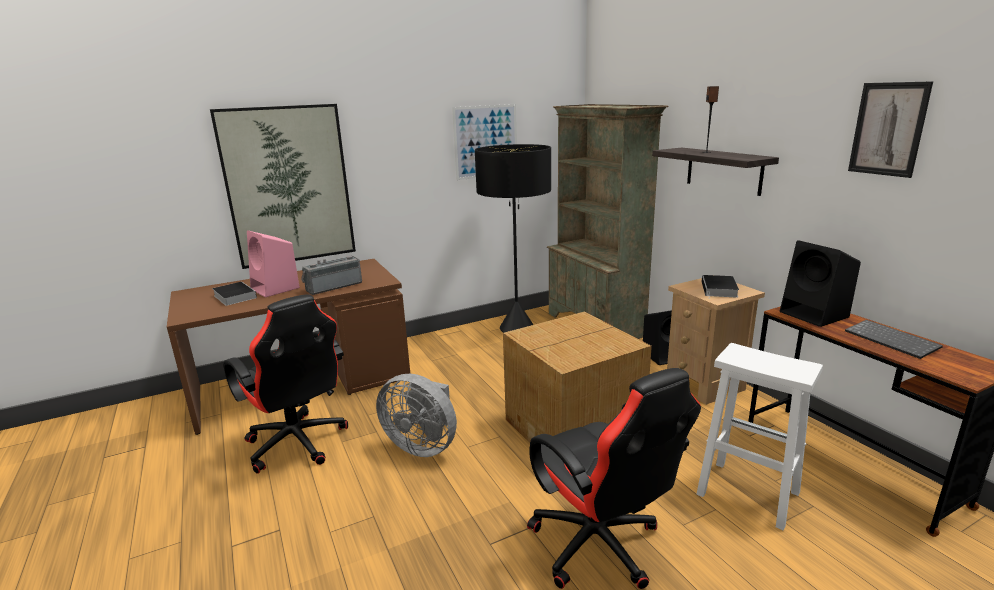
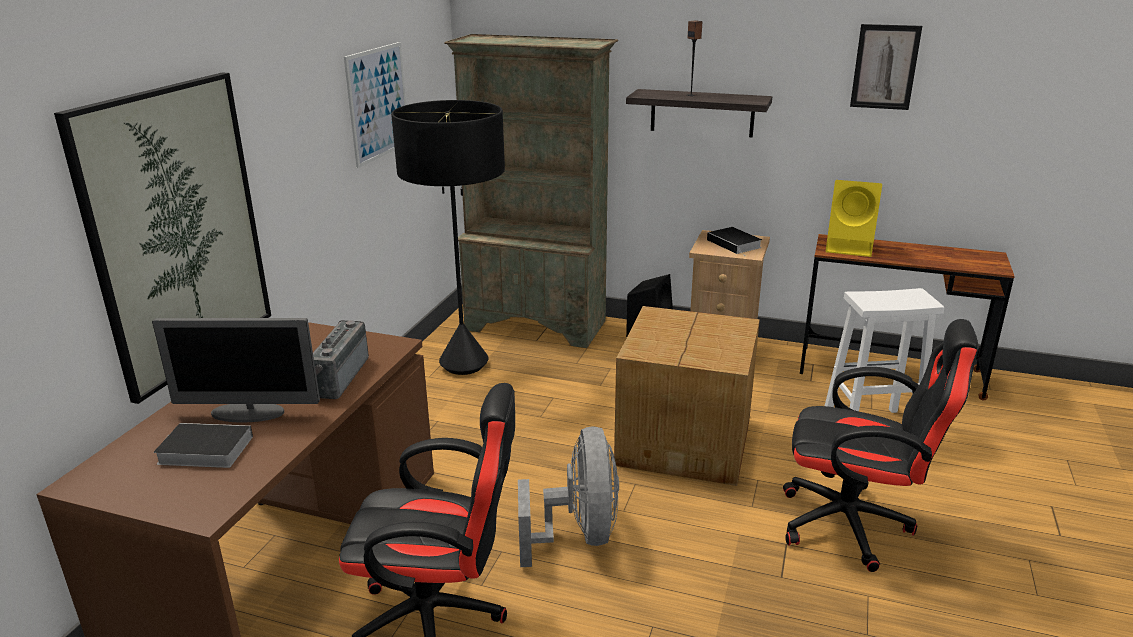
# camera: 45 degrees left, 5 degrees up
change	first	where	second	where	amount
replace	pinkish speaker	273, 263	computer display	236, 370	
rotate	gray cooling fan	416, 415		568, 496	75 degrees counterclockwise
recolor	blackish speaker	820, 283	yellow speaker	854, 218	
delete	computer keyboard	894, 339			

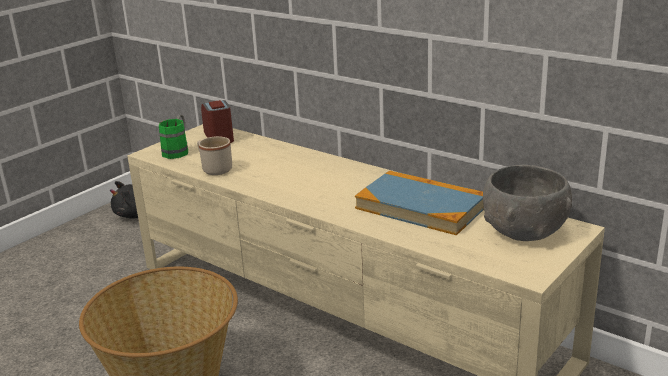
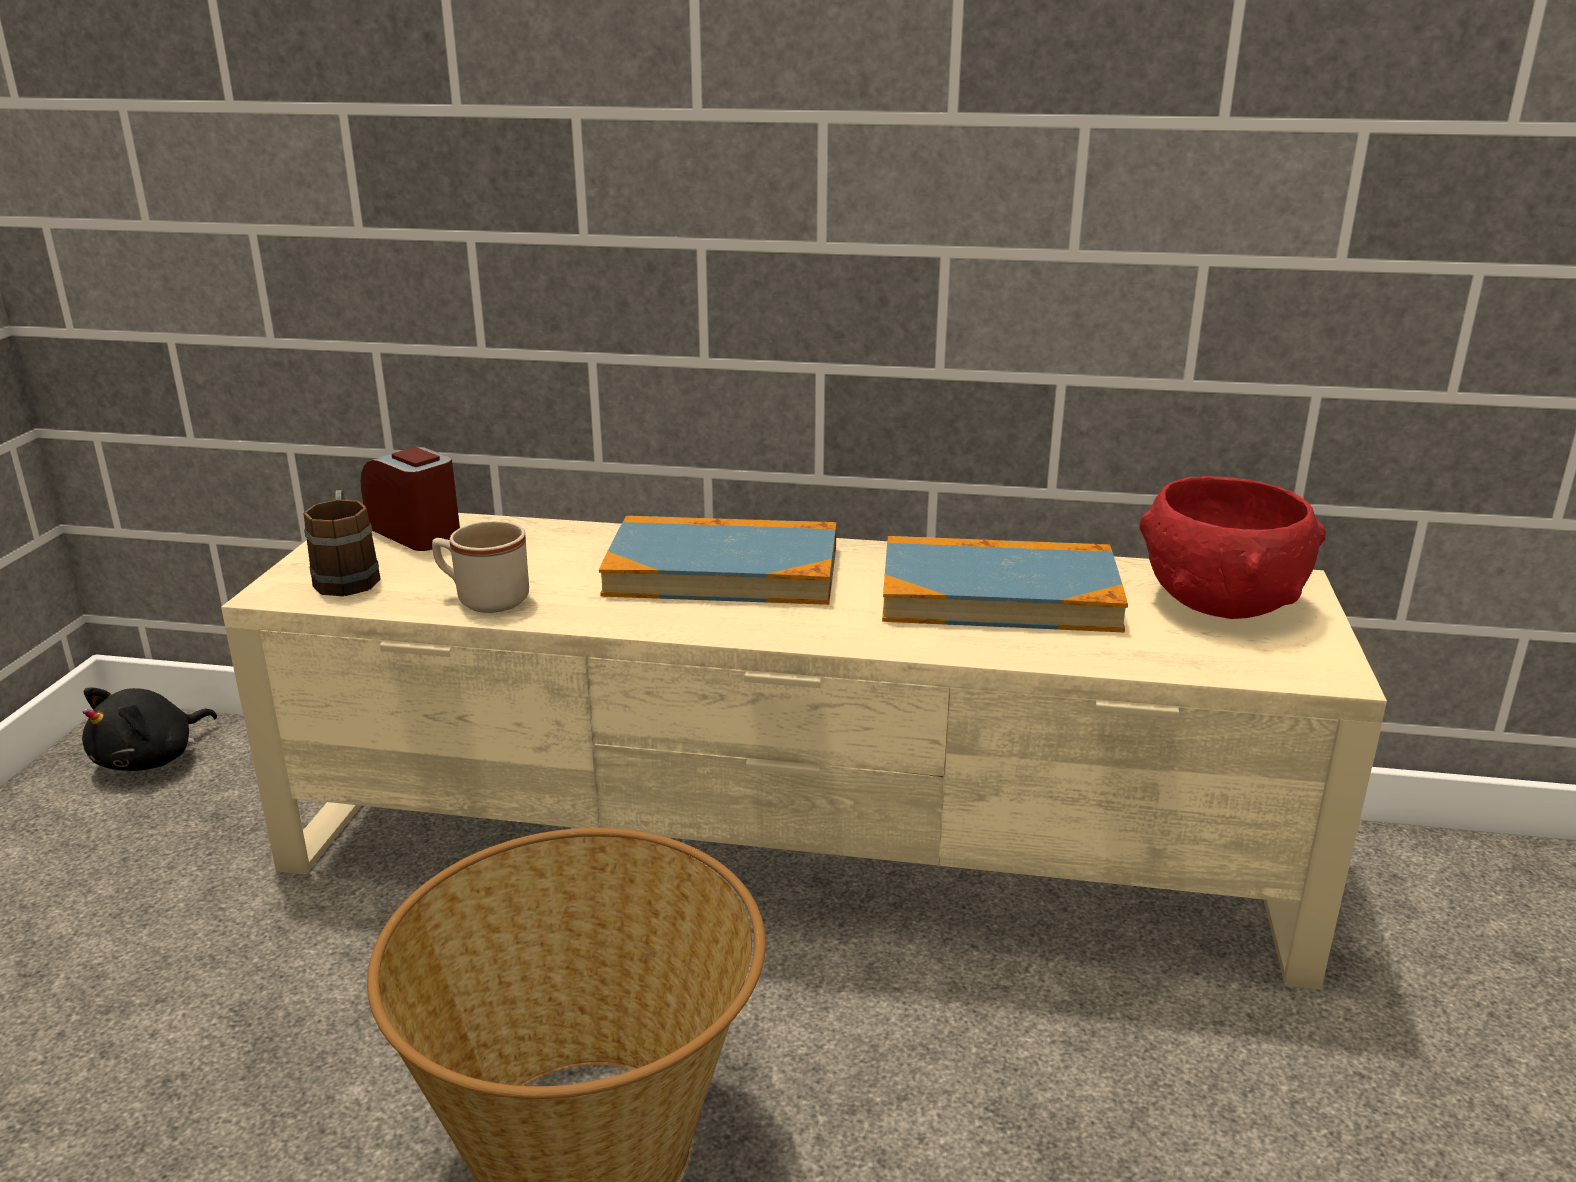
# camera: 30 degrees left, 0 degrees up
change	first	where	second	where	amount
recolor	green tea mug	173, 137	brown-coloured tea mug	342, 543	
recolor	gray deep dish	527, 203	reddish deep dish	1232, 547	
insert			volume	718, 560	

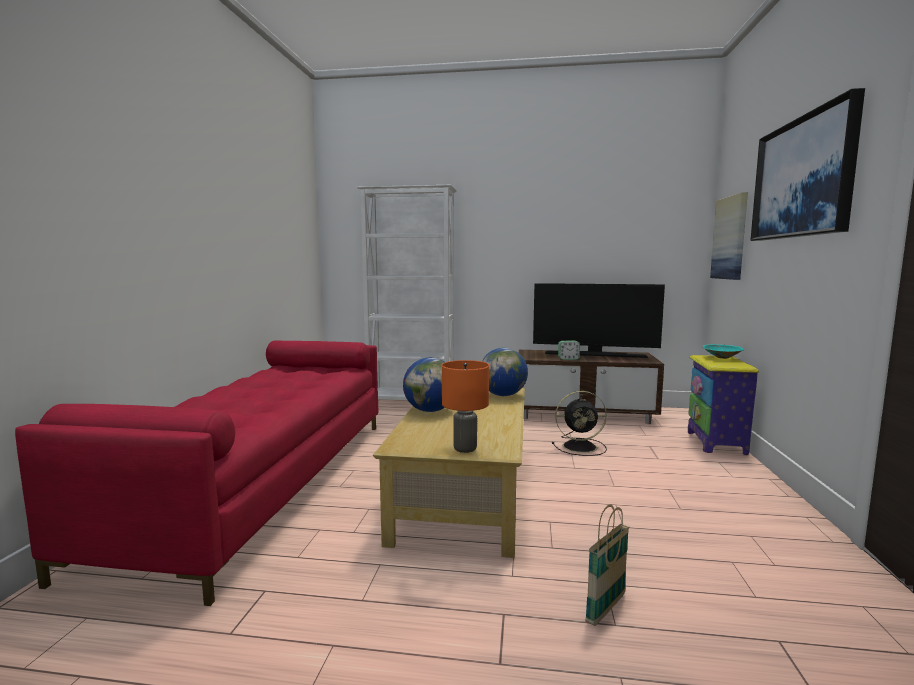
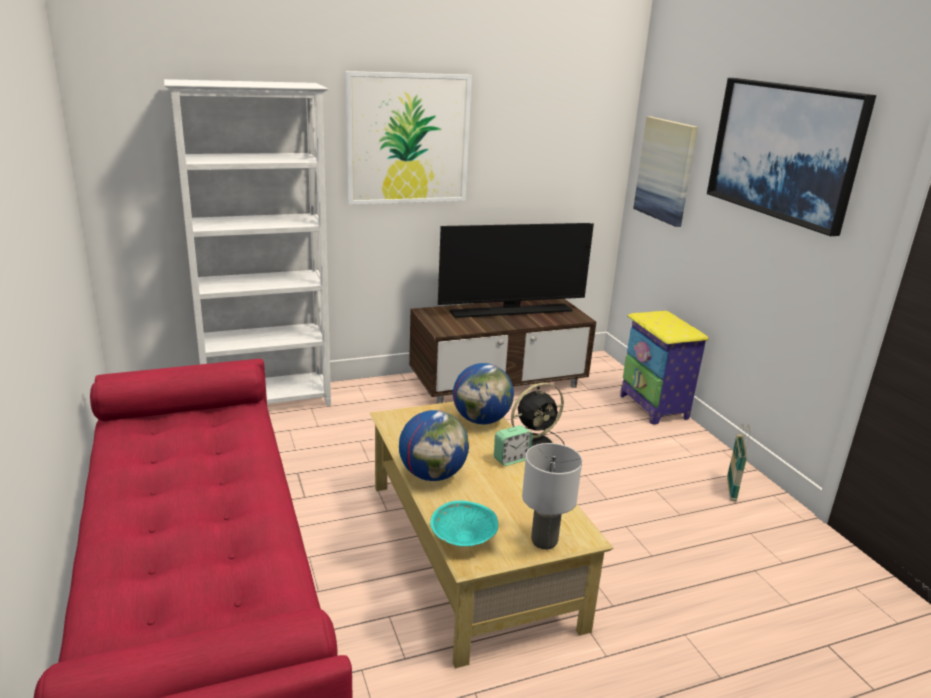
# camera: 30 degrees left, 15 degrees up
change	first	where	second	where	amount
recolor	orangey tabletop lamp	465, 406	whitish tabletop lamp	552, 496	
move	alarm clock	569, 350		513, 445	
move	household basket	607, 565		738, 462	
move	turquoise-coloured deep dish	723, 351		464, 523	
insert			wall art	408, 138	

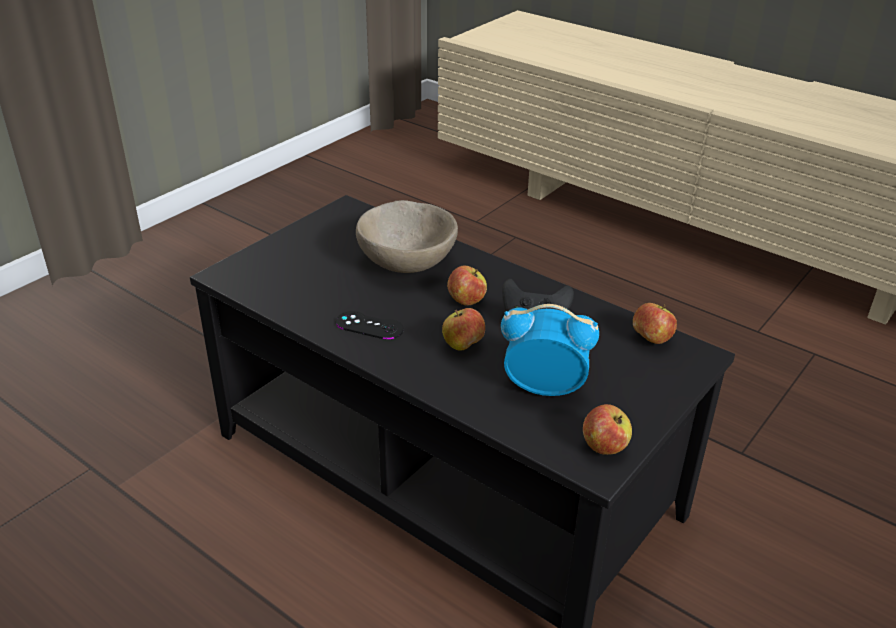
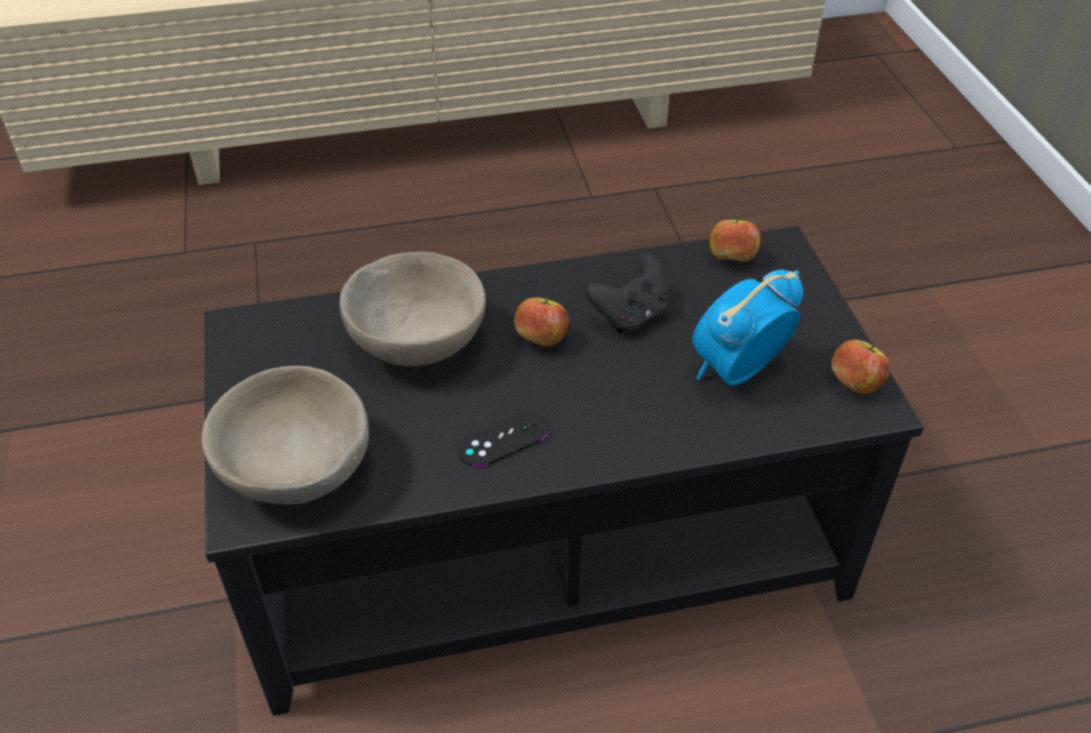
# camera: 50 degrees left, 10 degrees up
change	first	where	second	where	amount
delete	apple fruit	463, 329			
insert			sand-coloured deep dish	285, 435	

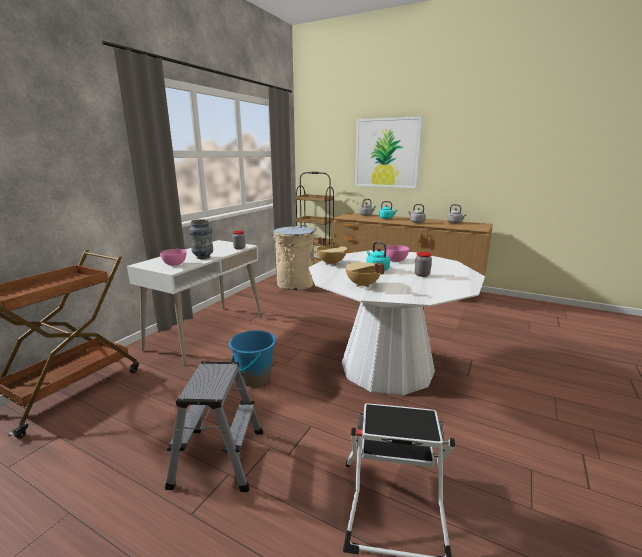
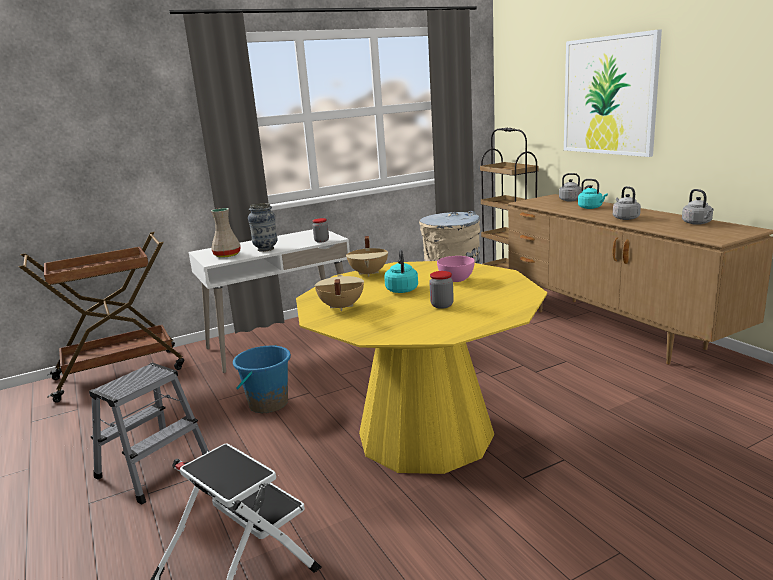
# camera: 35 degrees right, 0 degrees up
change	first	where	second	where	amount
replace	pinkish deep dish	173, 257	sand-coloured decorative vase	226, 233	
recolor	whitish dining table	397, 322	yellow dining table	421, 367	

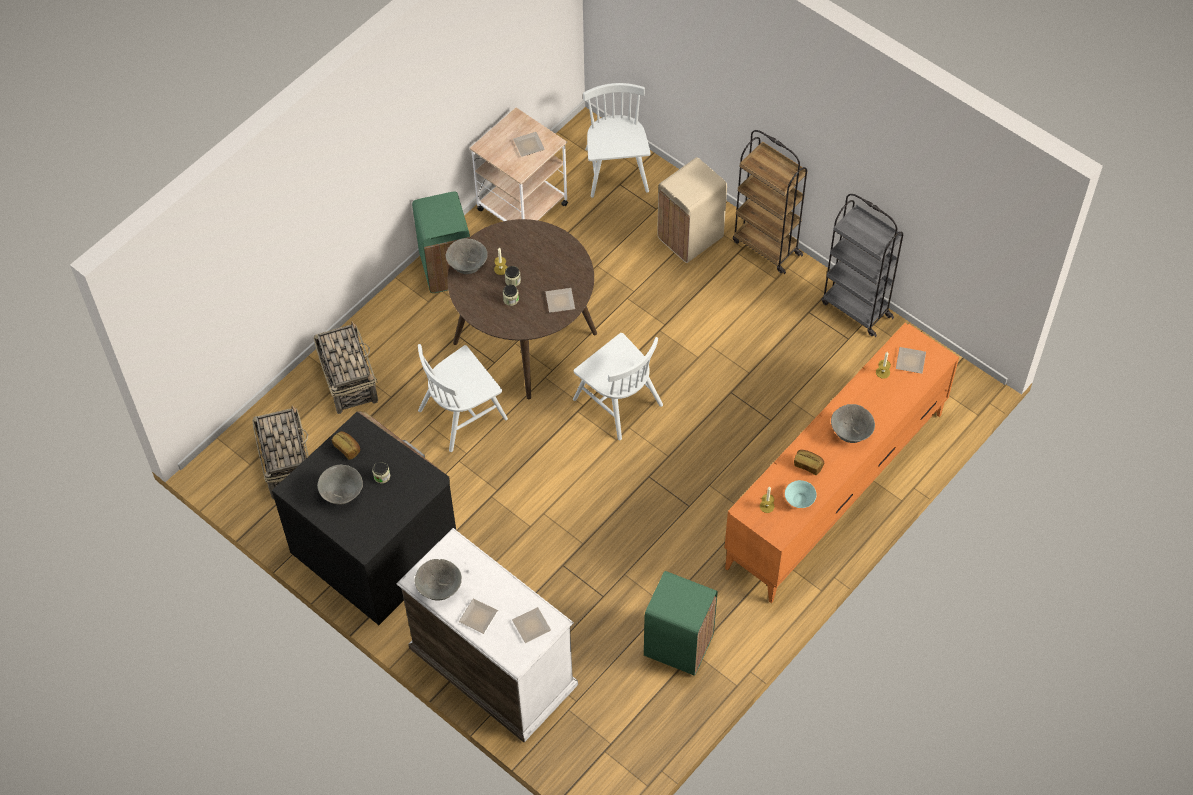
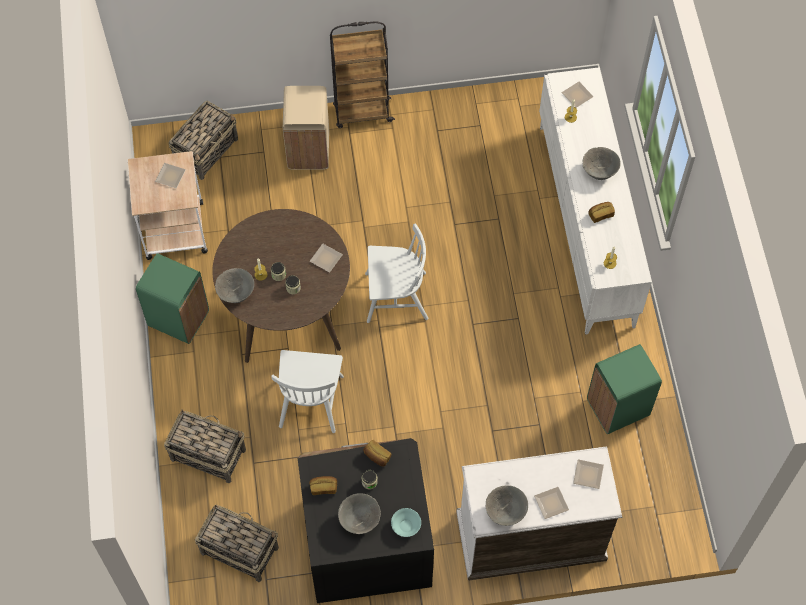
# camera: 50 degrees left, 5 degrees up
change	first	where	second	where	amount
replace	whitish upright chair	617, 140	household basket	203, 140	
recolor	orangey cupboard	842, 463	whitish cupboard	595, 201	
move	turquoise-coloured deep dish	801, 494		406, 522	
delete	gray cart	863, 265			
insert			bread	377, 453	

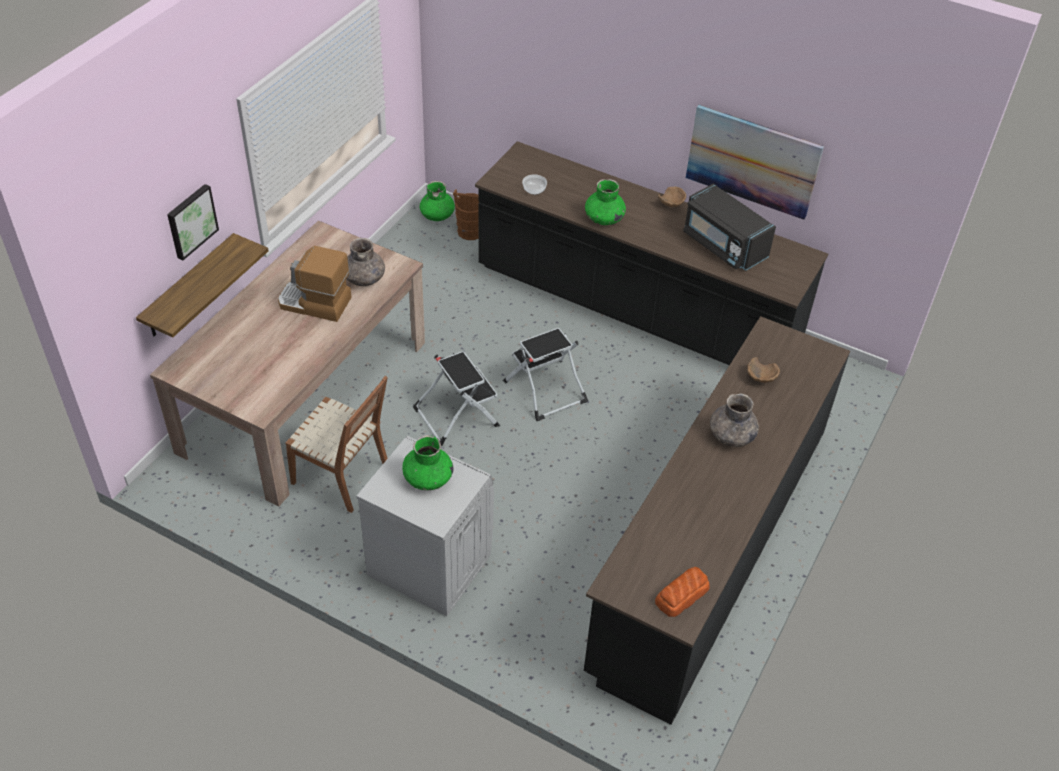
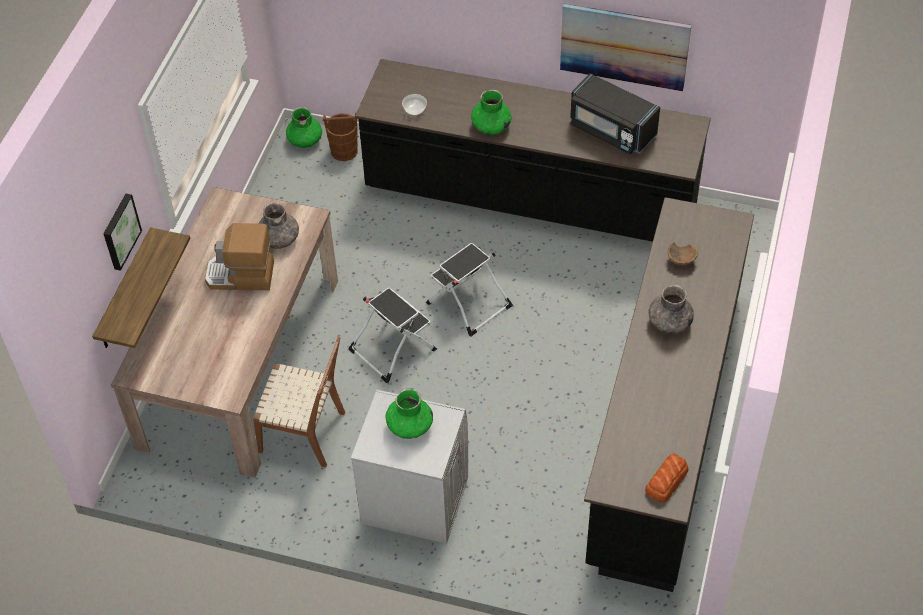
# camera: 10 degrees left, 5 degrees up
change	first	where	second	where	amount
delete	brown-coloured deep dish	672, 197			

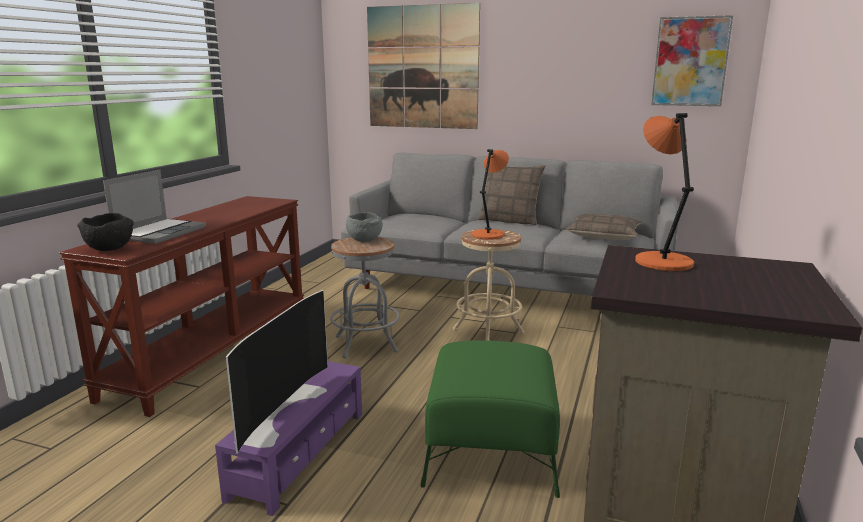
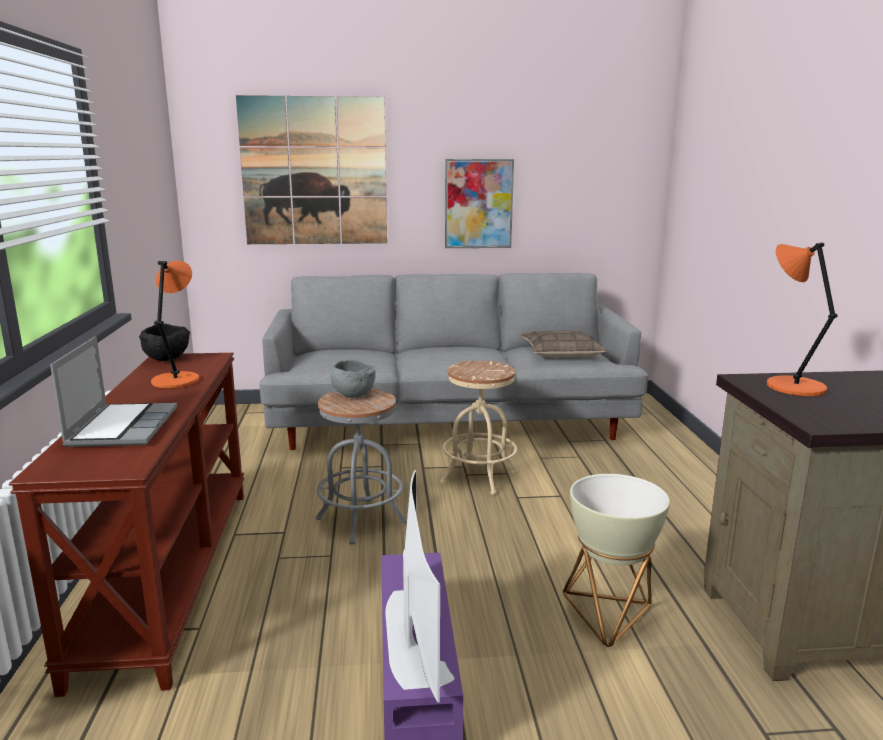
# camera: 25 degrees left, 0 degrees up
change	first	where	second	where	amount
move	blackish deep dish	105, 232		164, 342	
replace	green pouffe	490, 419	planter	616, 560	
move	orangey tabletop lamp	490, 194		175, 324	
delete	pillow	512, 195			
move	wall art	692, 60		479, 203	

